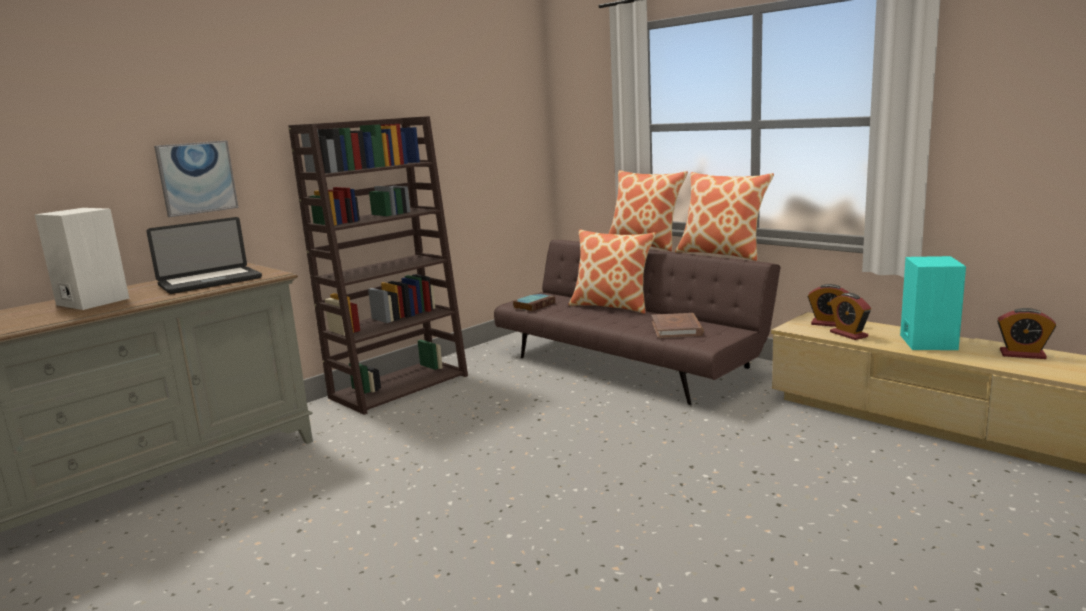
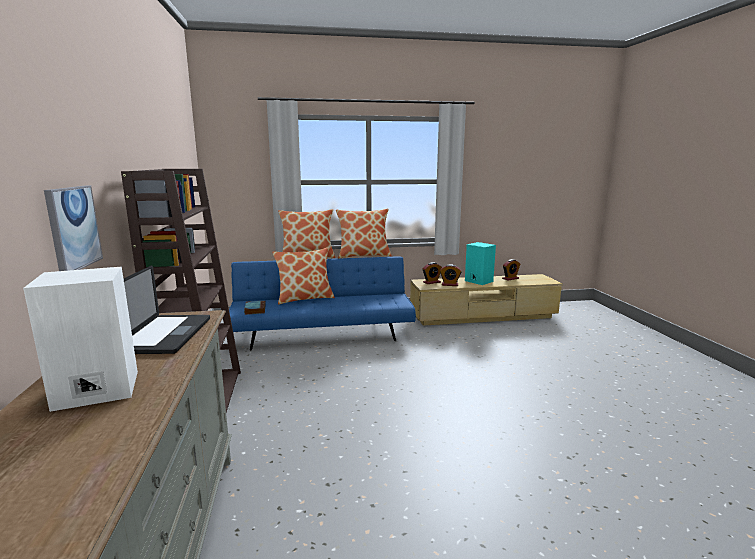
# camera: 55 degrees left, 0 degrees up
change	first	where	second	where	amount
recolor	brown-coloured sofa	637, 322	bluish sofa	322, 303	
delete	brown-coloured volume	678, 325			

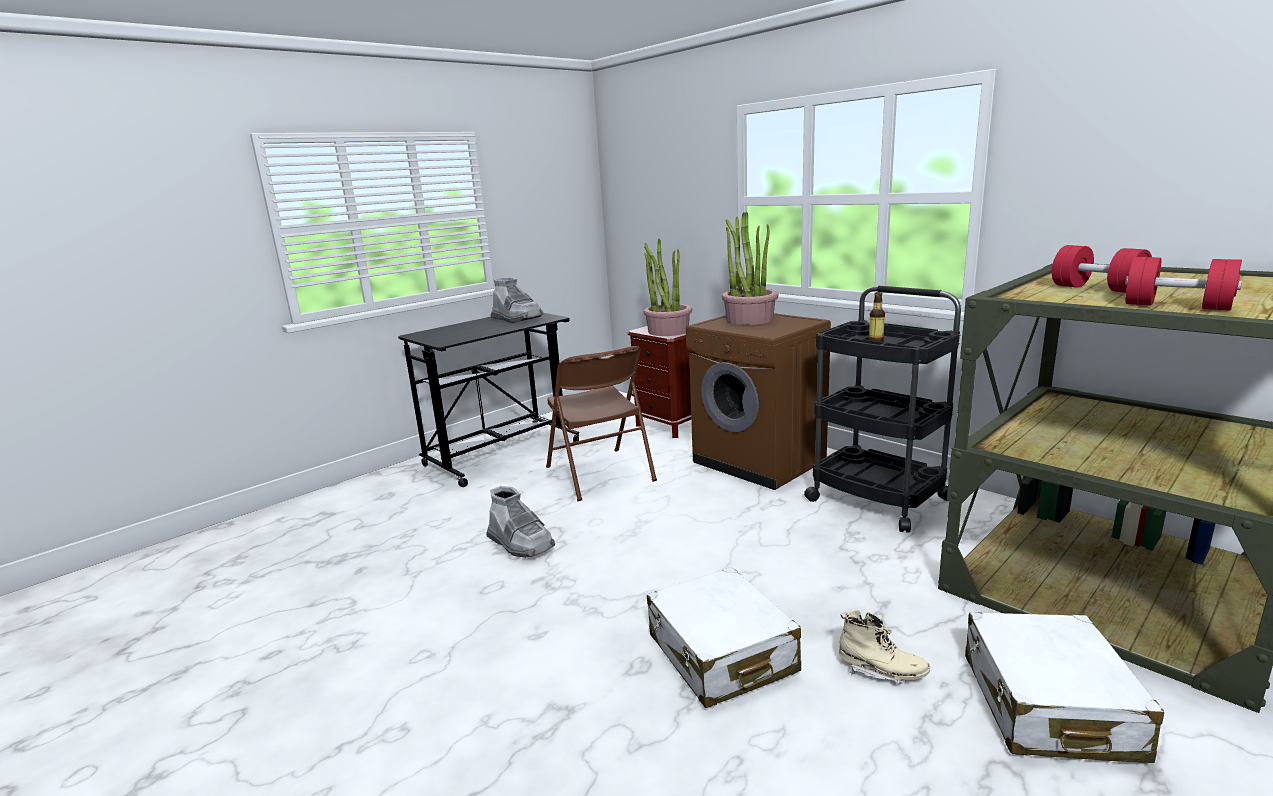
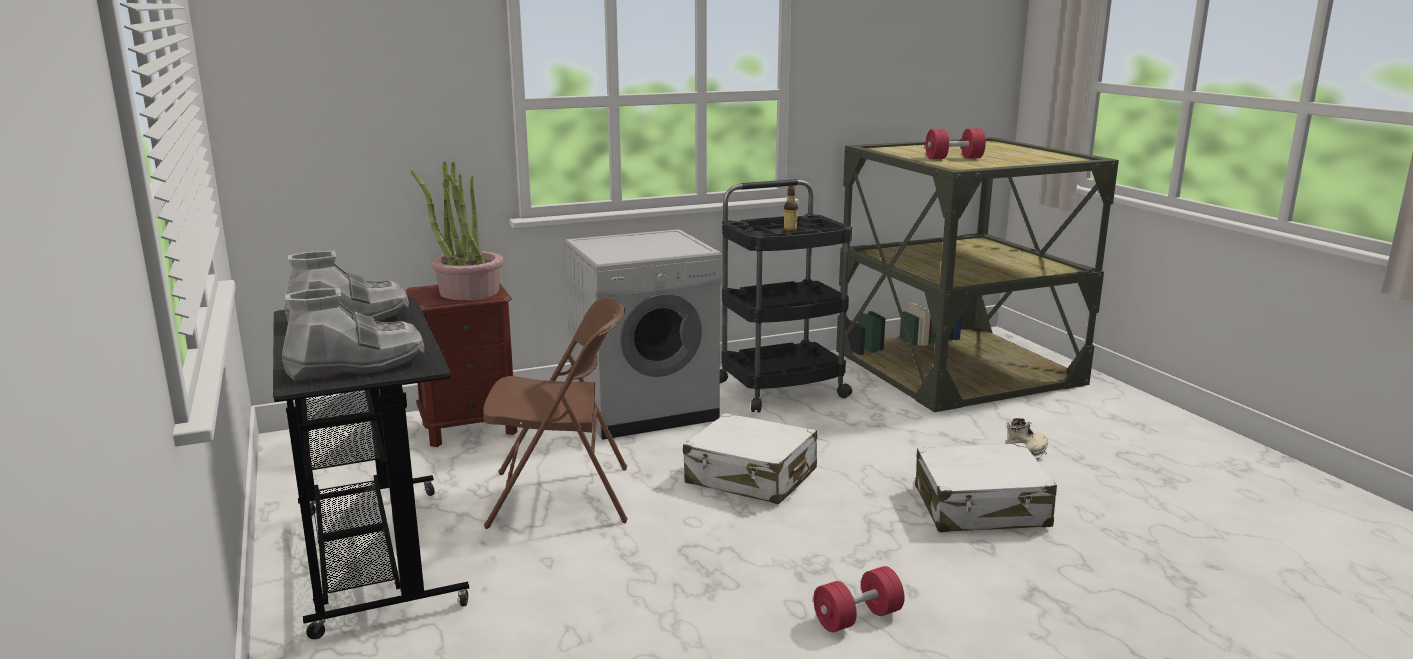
# camera: 70 degrees left, 0 degrees up
change	first	where	second	where	amount
move	gray tall boot	520, 522		353, 335	
recolor	brown-coloured laundry machine	758, 401	whitish laundry machine	643, 334	
delete	houseplant	750, 268			
move	whitish travel case	1065, 687		750, 458	
move	reddish hand weight	1183, 284		858, 599	

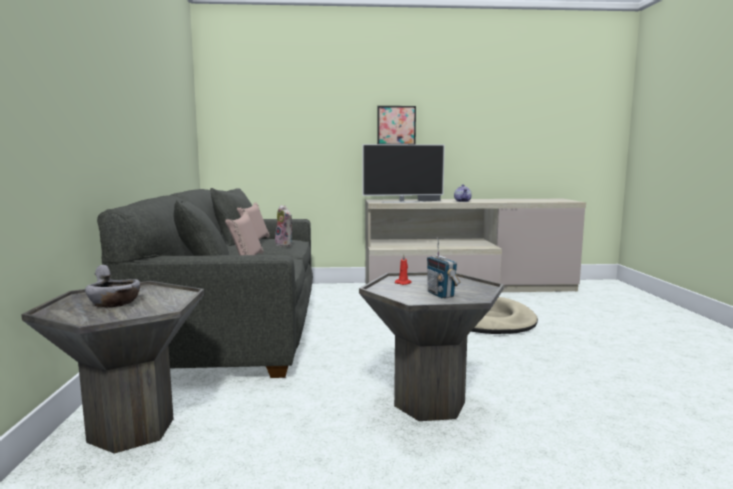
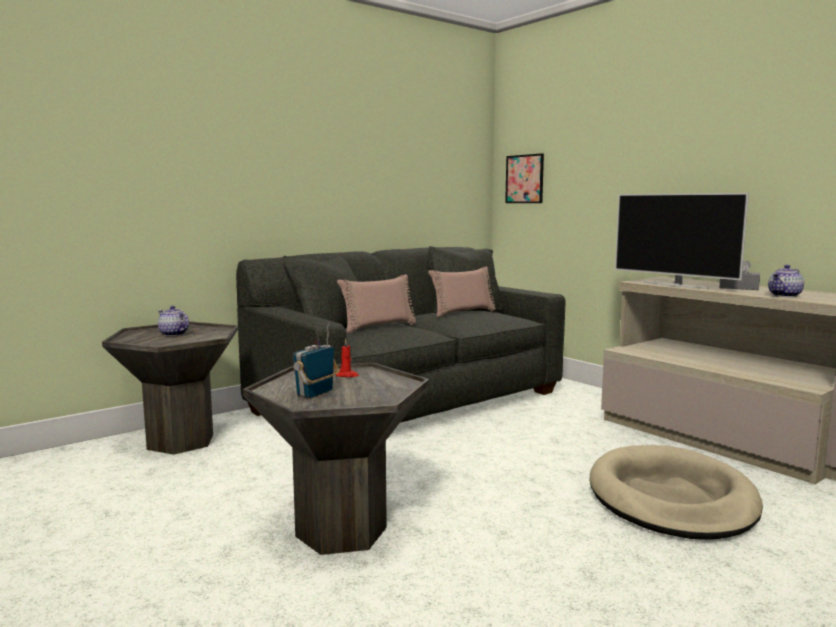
# camera: 55 degrees right, 0 degrees up
change	first	where	second	where	amount
replace	gray deep dish	112, 286	teapot	173, 321	
delete	cuddly toy	283, 226			
move	wall art	396, 125		524, 178	

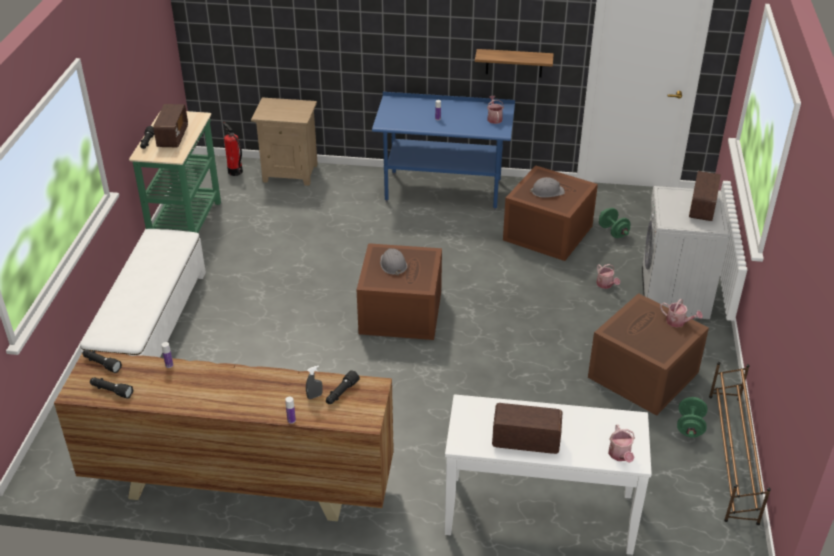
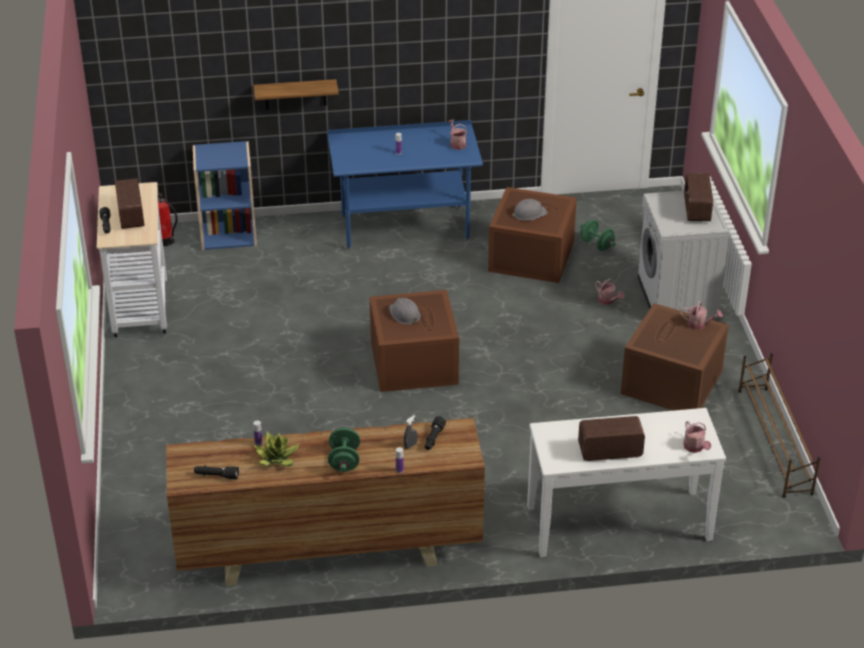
# camera: 15 degrees left, 0 degrees up
change	first	where	second	where	amount
delete	whitish indoor bench	143, 293			
delete	blackish flashlight	102, 361			
recolor	green cart	175, 172	whitish cart	132, 259	
replace	sand-coloured night table	284, 141	bluish shelving unit	225, 195	
move	bracket shelf	514, 63		296, 94	
move	green hand weight	692, 417		344, 449	
insert			houseplant	276, 448	

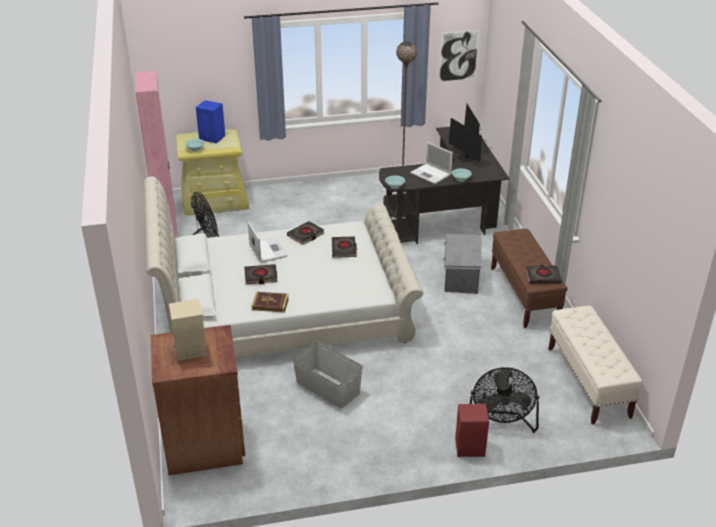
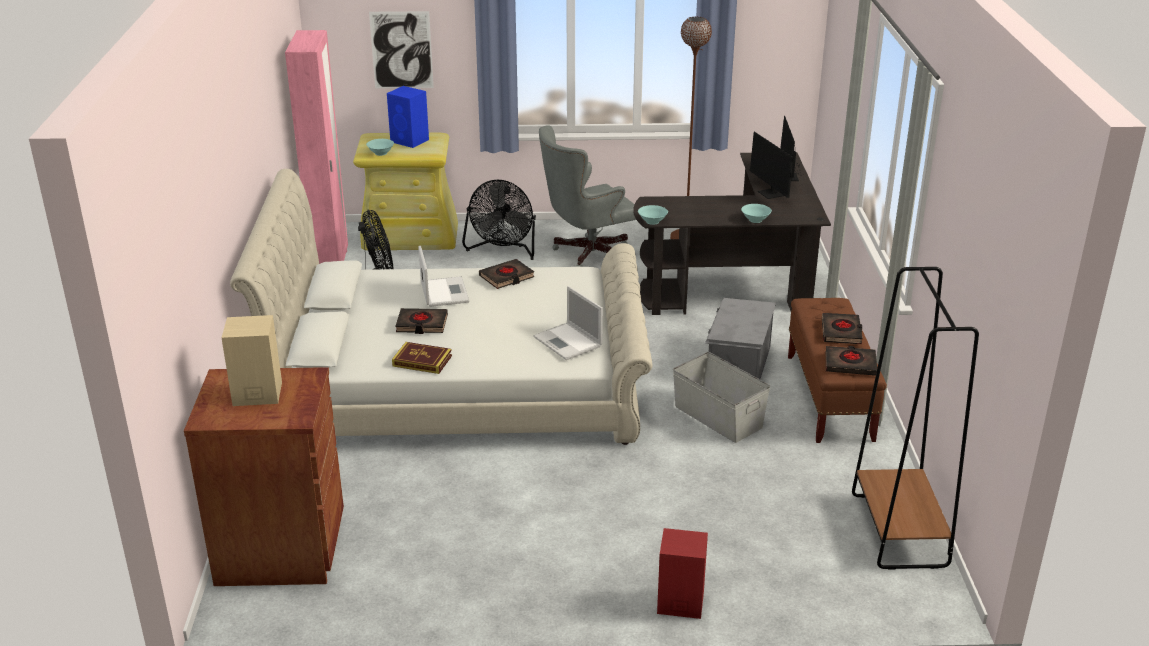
# camera: 10 degrees right, 5 degrees down
change	first	where	second	where	amount
move	gray storage bin	328, 375		721, 397	
move	blackish volume	344, 247		842, 328	
move	laptop	431, 163		568, 323	
move	wall art	458, 56		401, 50	
move	blackish cooling fan	504, 400		499, 220	
replace	sand-coloured indoor bench	595, 365	garment rack	915, 418	
insert			gray desk chair	587, 196	

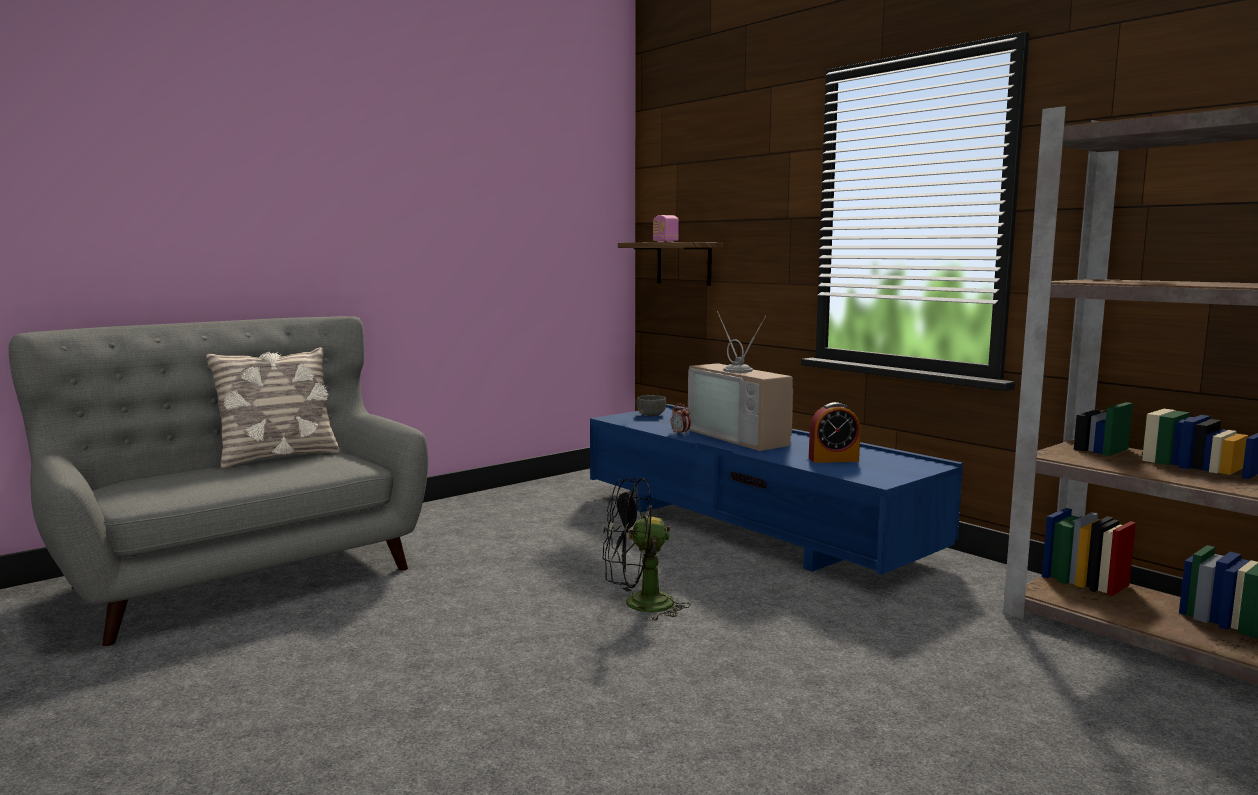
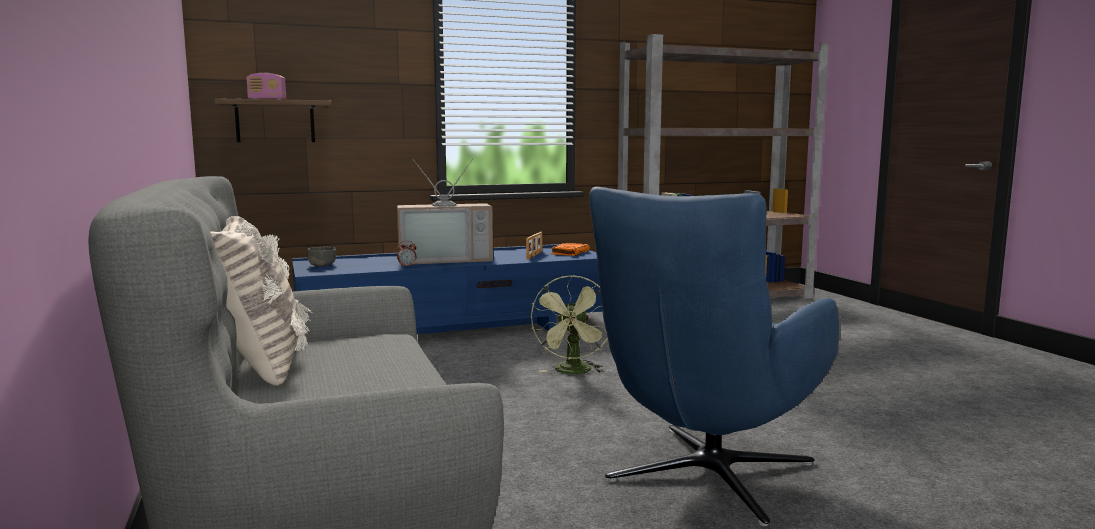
# camera: 70 degrees left, 0 degrees up
change	first	where	second	where	amount
recolor	blackish cooling fan	647, 549	green cooling fan	569, 324	
replace	alarm clock	835, 432	standing frame	534, 245	
insert			orangey volume	570, 249	
insert			bluish lounge chair	714, 356	

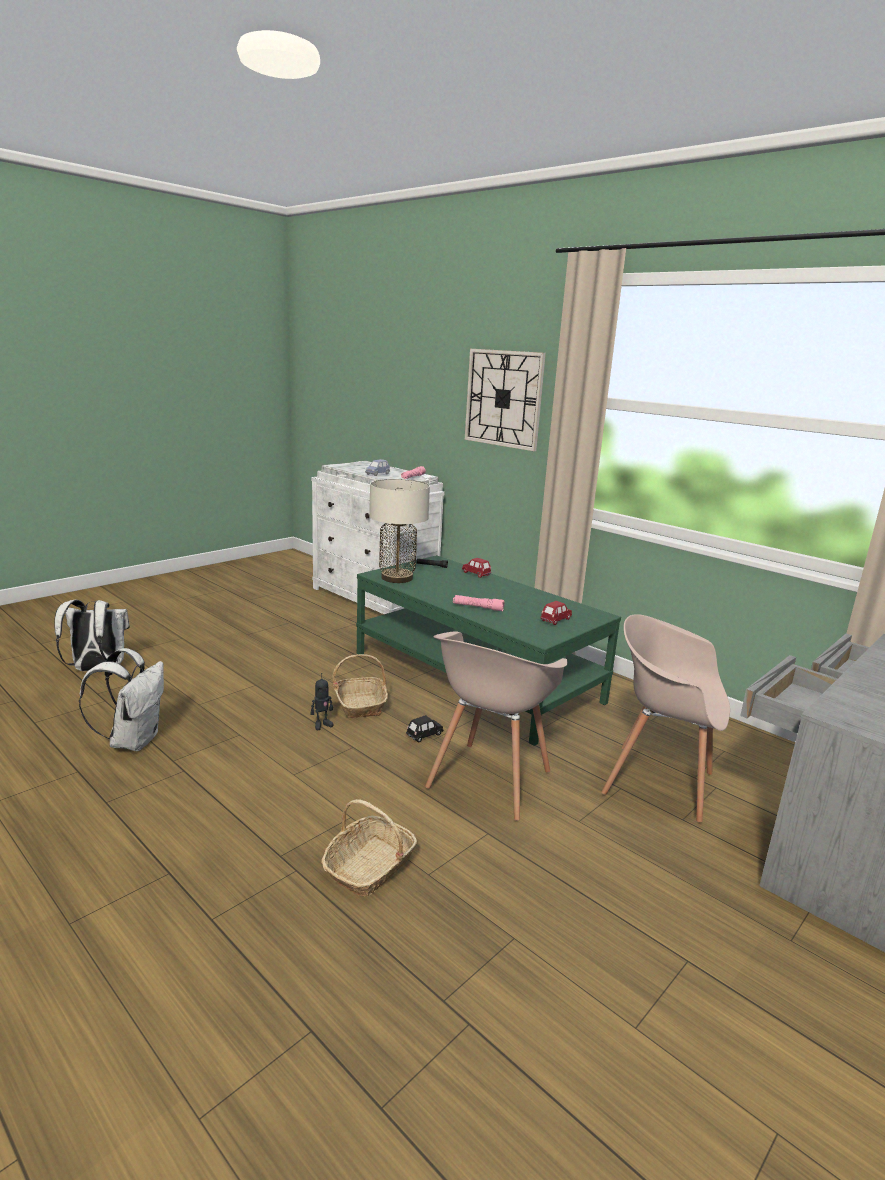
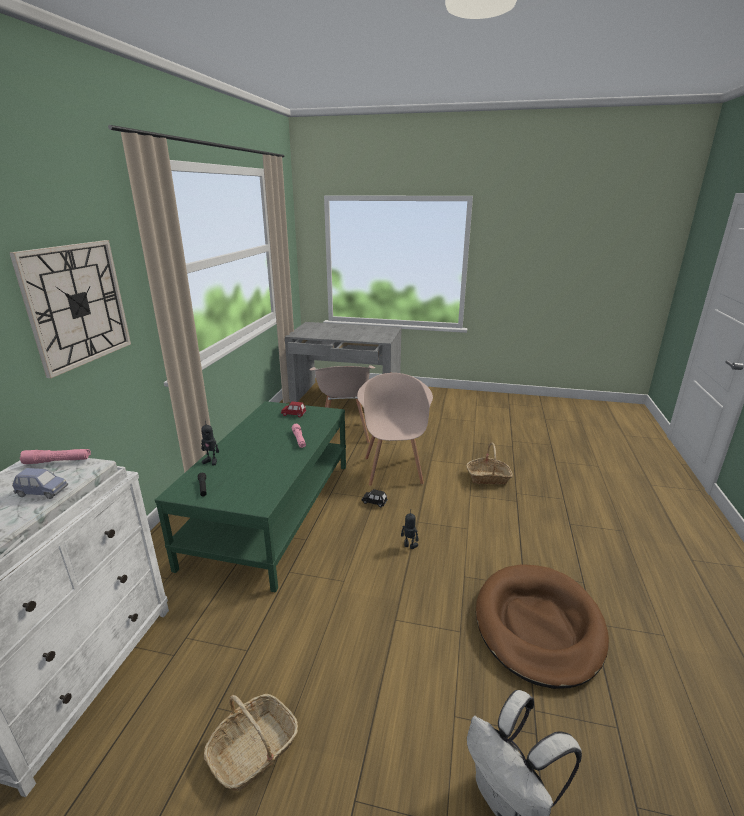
# camera: 120 degrees left, 5 degrees up
change	first	where	second	where	amount
replace	whitish rucksack	121, 699	brown-coloured dog bed	542, 627	
move	household basket	360, 686		251, 742	
delete	tabletop lamp	399, 531			
rotate	sand-coloured upright chair	496, 726		395, 429	90 degrees counterclockwise
replace	reddish miniature car	477, 568	toy robot	210, 442	

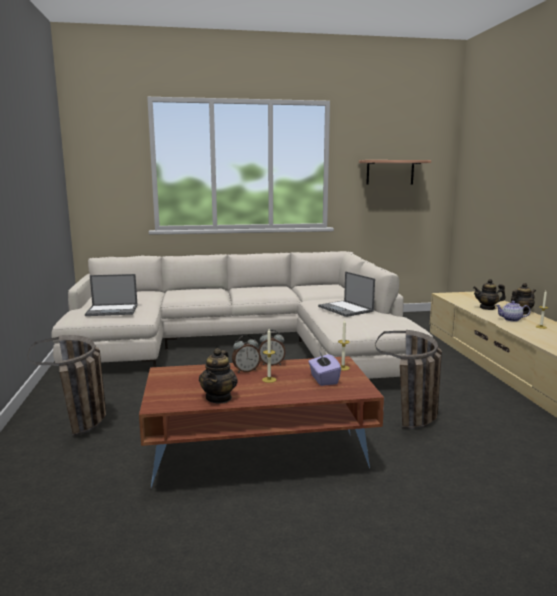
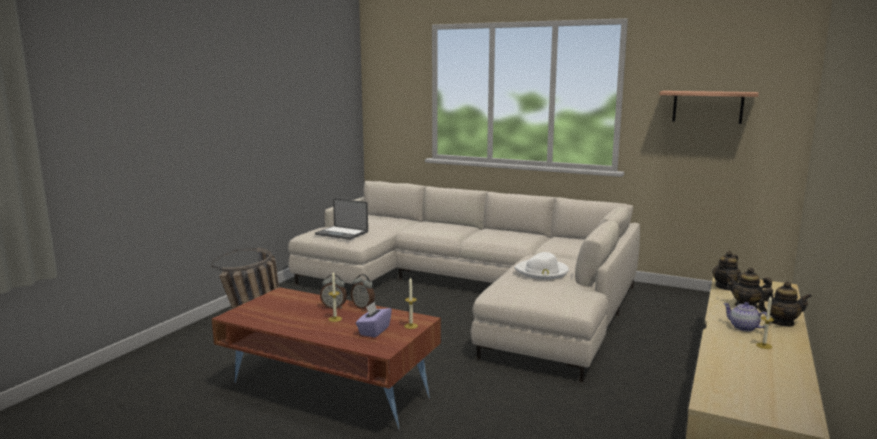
# camera: 35 degrees right, 0 degrees up
change	first	where	second	where	amount
move	teapot	218, 376		726, 271	
replace	laptop	346, 294	whitish clothing hat	542, 265	
delete	household basket	408, 379			

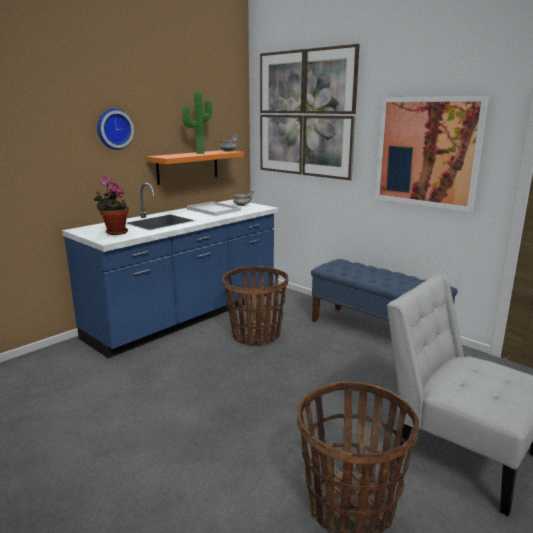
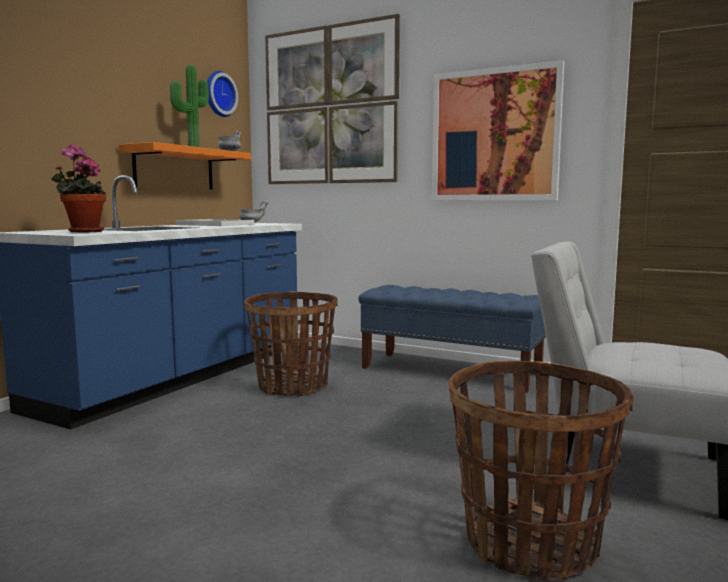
# camera: 15 degrees left, 10 degrees down
change	first	where	second	where	amount
move	wall clock	115, 129		222, 94	

